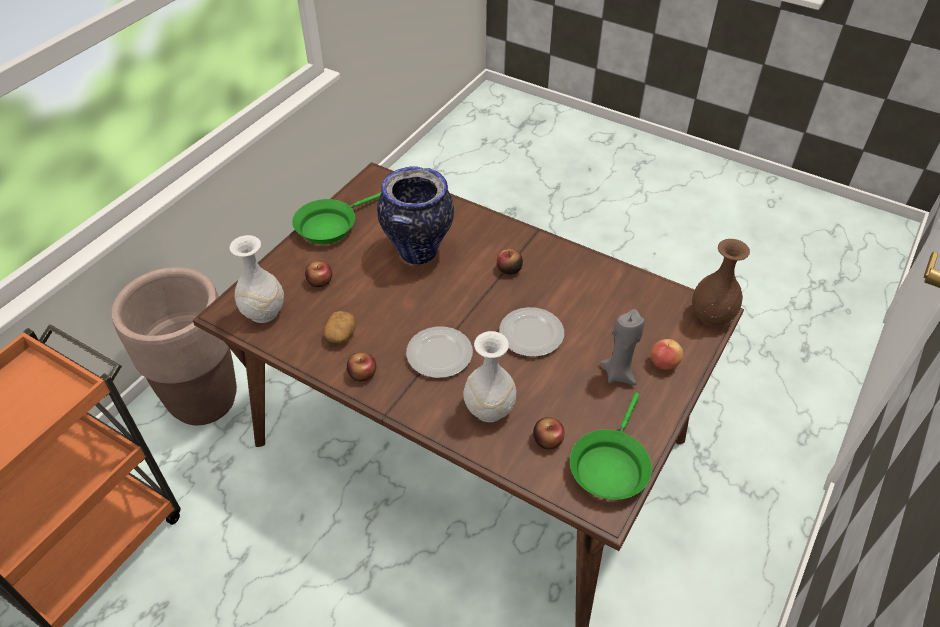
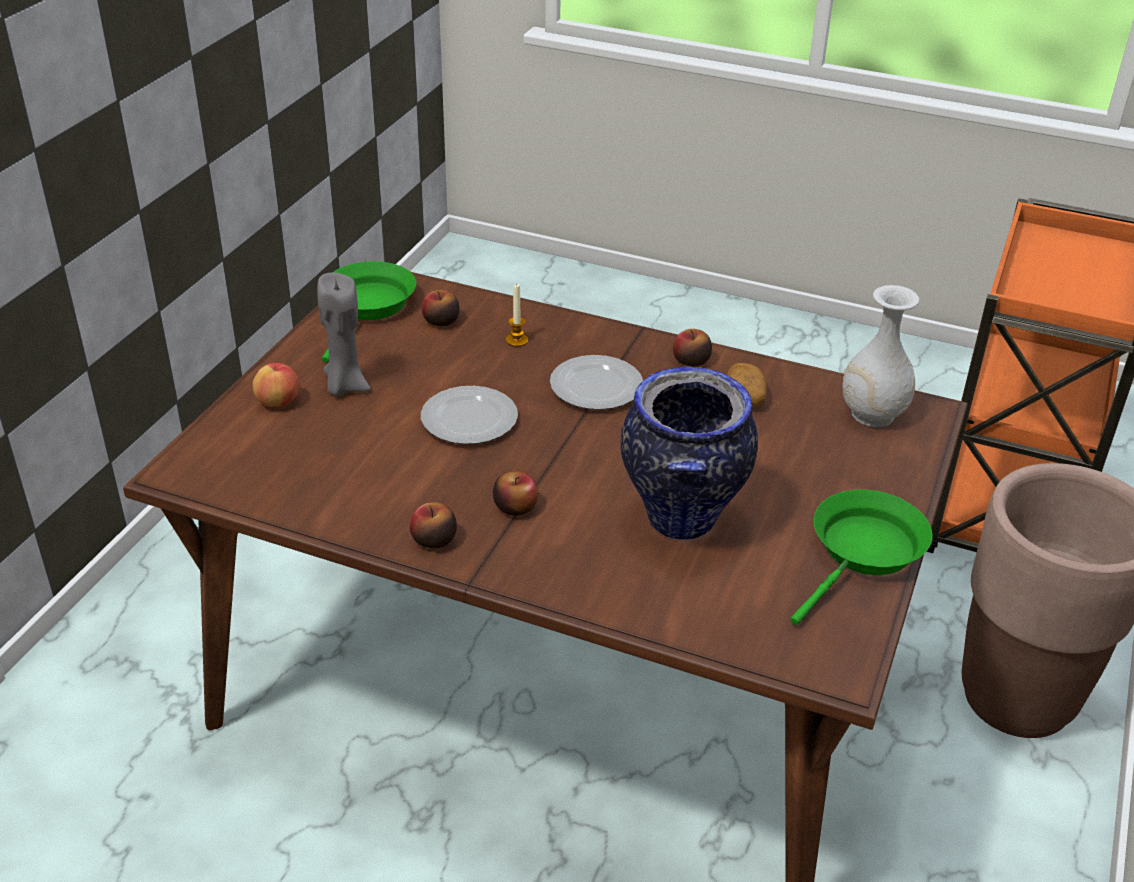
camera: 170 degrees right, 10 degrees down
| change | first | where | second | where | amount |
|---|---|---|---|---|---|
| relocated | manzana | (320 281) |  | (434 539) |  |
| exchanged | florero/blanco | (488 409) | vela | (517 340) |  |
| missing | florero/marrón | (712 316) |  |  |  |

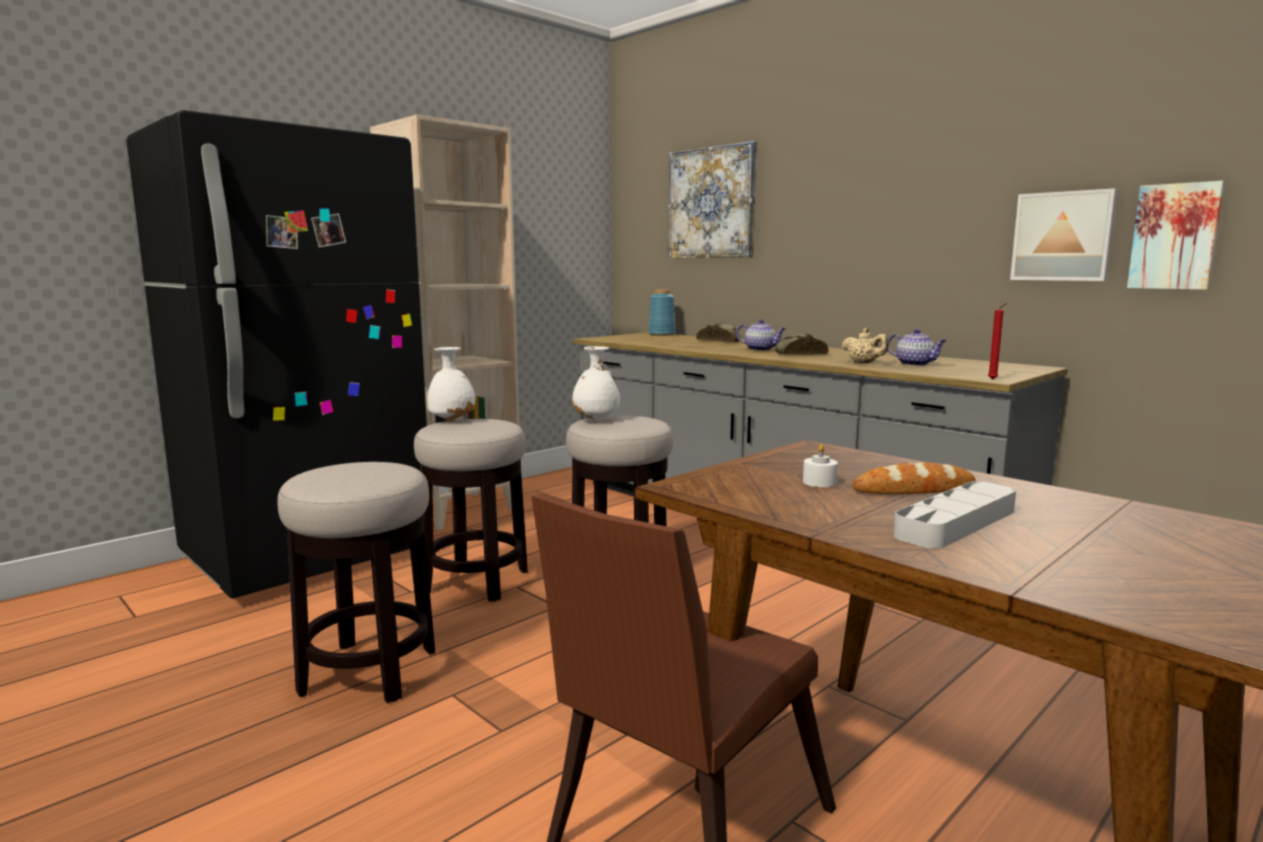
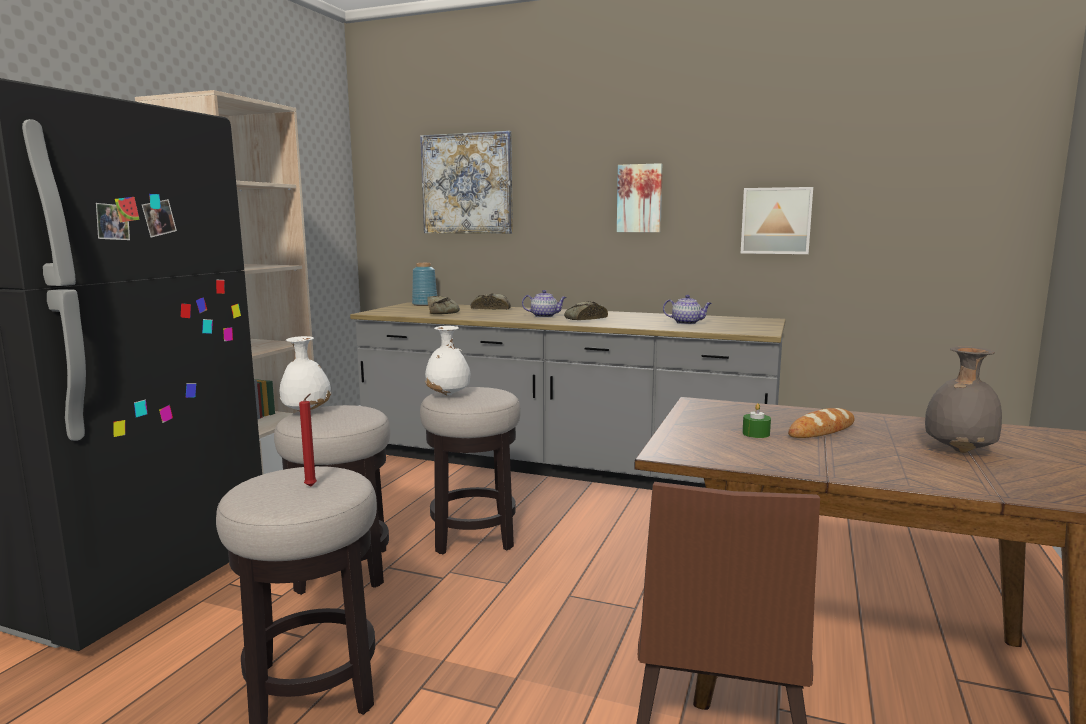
camera: 25 degrees left, 0 degrees up
| change | first | where | second | where | amount |
|---|---|---|---|---|---|
| colour | vela/blanco | (819 482) | vela/verde | (756 434) |  |
| missing | tetera/beis | (864 363) |  |  |  |
| missing | bandeja/gris | (956 523) |  |  |  |
| relocated | vela/rojo | (993 379) |  | (311 487) |  |
| relocated | cuadro | (1175 237) |  | (640 198) |  |
| appeared |  |  | pan | (441 312) |  |
| appeared |  |  | florero/gris | (957 450) |  |

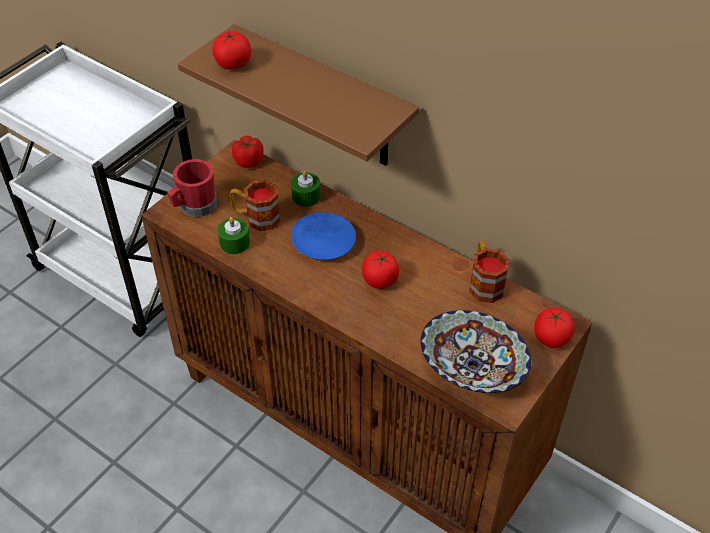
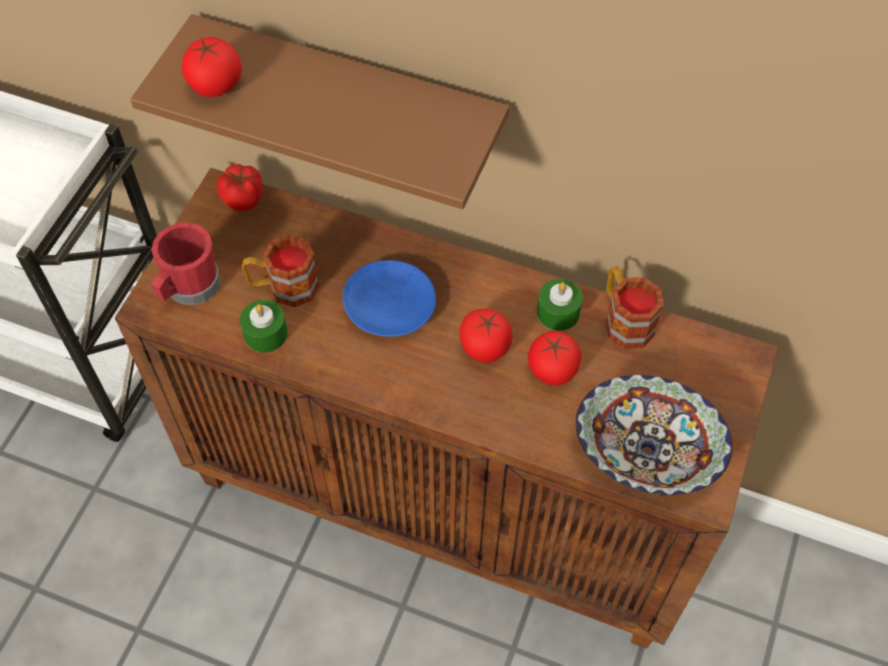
camera: 15 degrees left, 10 degrees up
| change | first | where | second | where | amount |
|---|---|---|---|---|---|
| relocated | vela/verde | (306 196) |  | (558 312) |  |
| relocated | tomate | (551 338) |  | (552 369) |  |

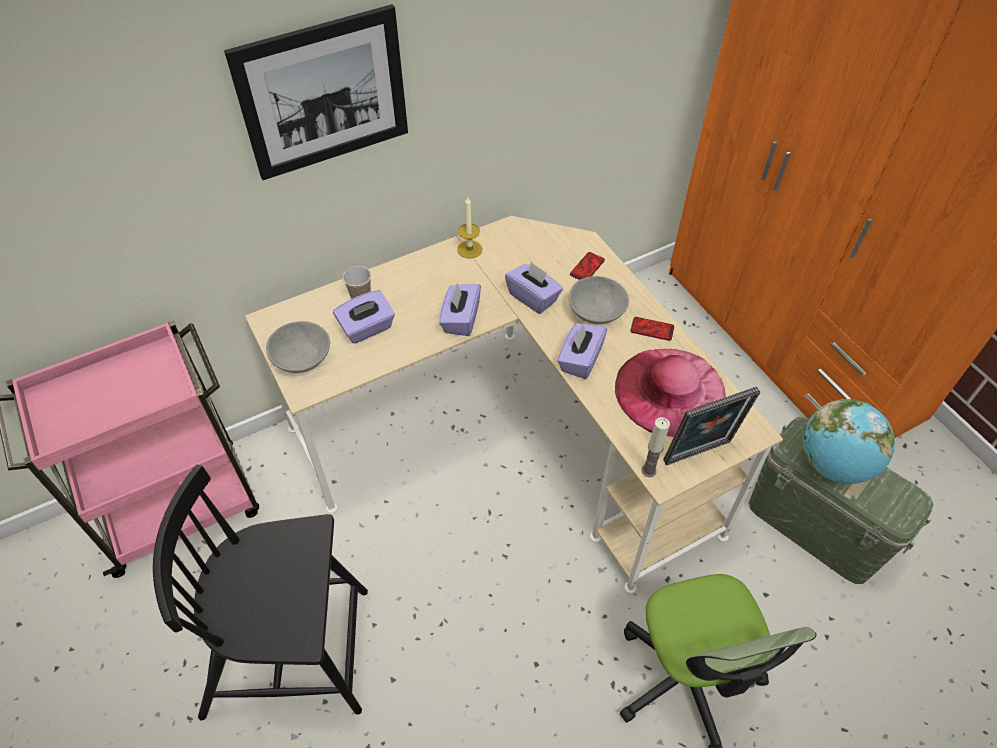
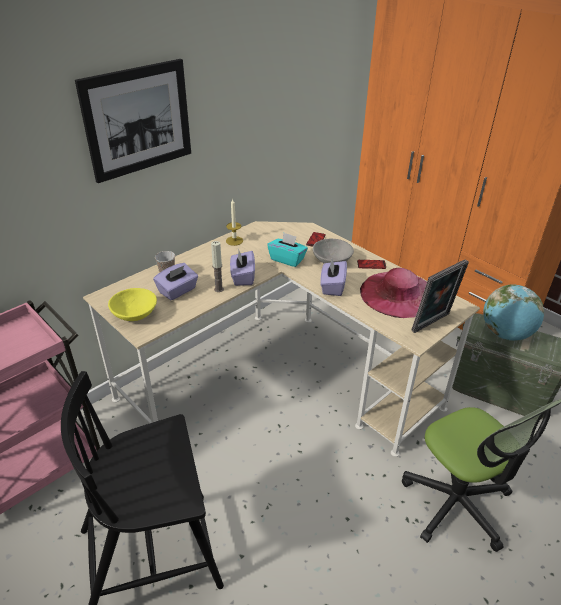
camera: 15 degrees left, 15 degrees down
| change | first | where | second | where | amount |
|---|---|---|---|---|---|
| colour | cuenco/gris | (302 358) | cuenco/amarillo | (135 314) |  |
| colour | caja de pañuelos/morado | (533 297) | caja de pañuelos/turquesa | (287 259) |  |
| relocated | vela | (648 470) |  | (219 289) |  |

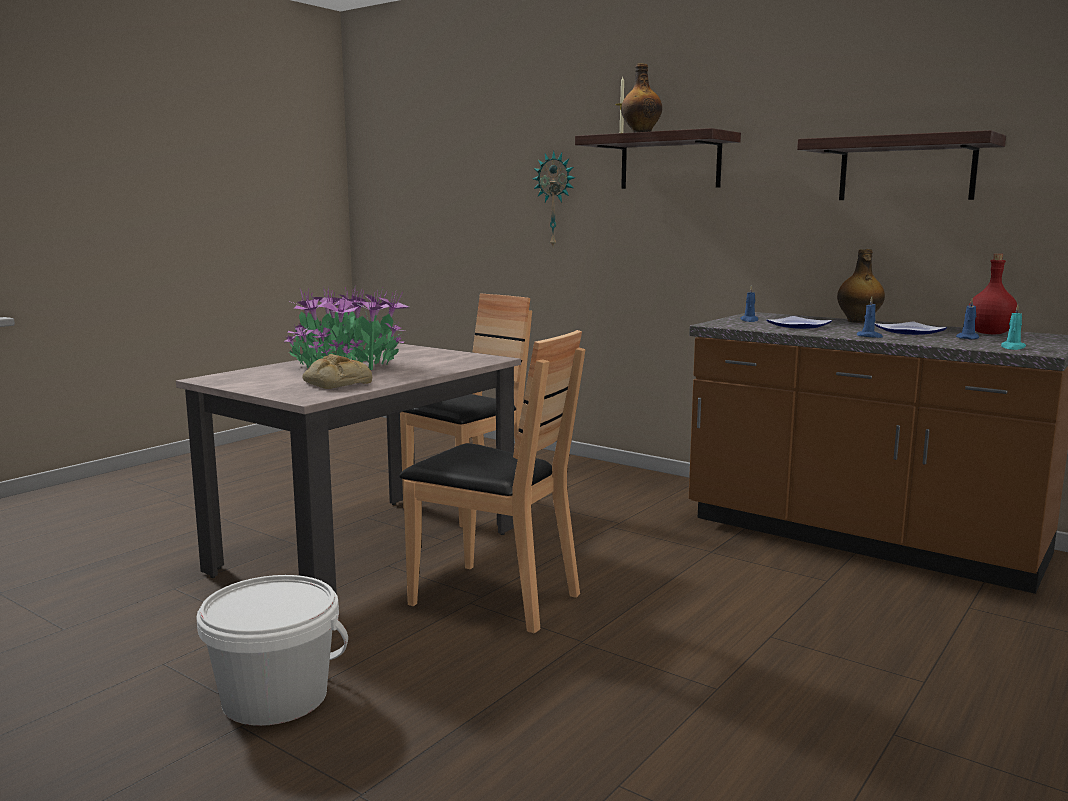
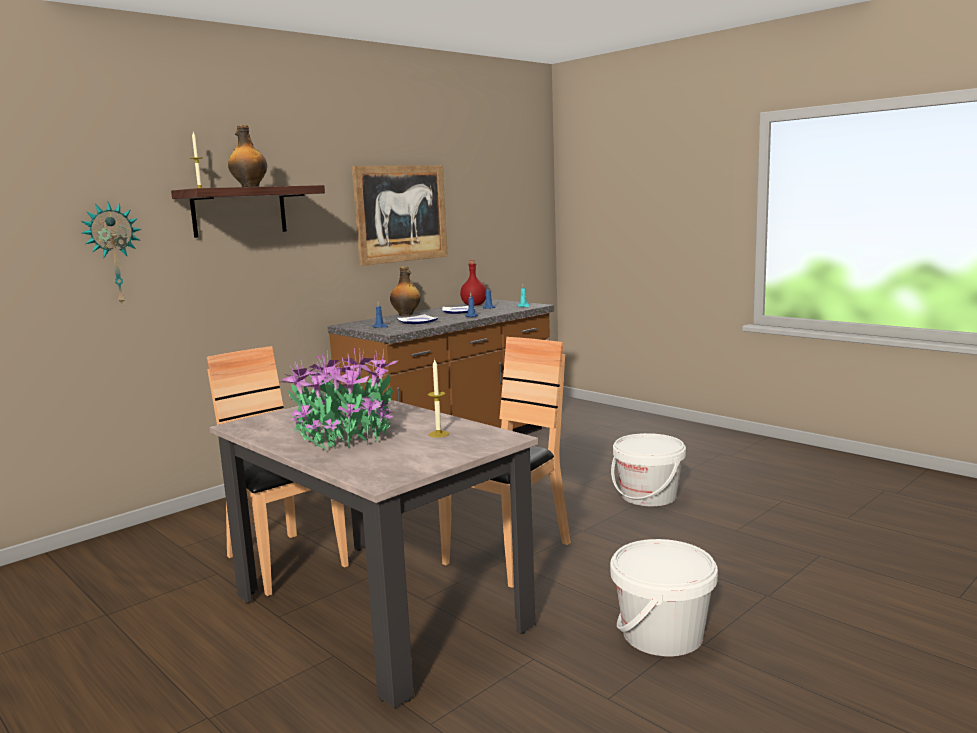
camera: 80 degrees left, 0 degrees up
| change | first | where | second | where | amount |
|---|---|---|---|---|---|
| exchanged | pan | (335 382) | vela | (438 434) |  |
| exchanged | estante | (906 169) | cuadro | (401 213) |  |
| appeared |  |  | cubo/blanco | (648 496) |  |

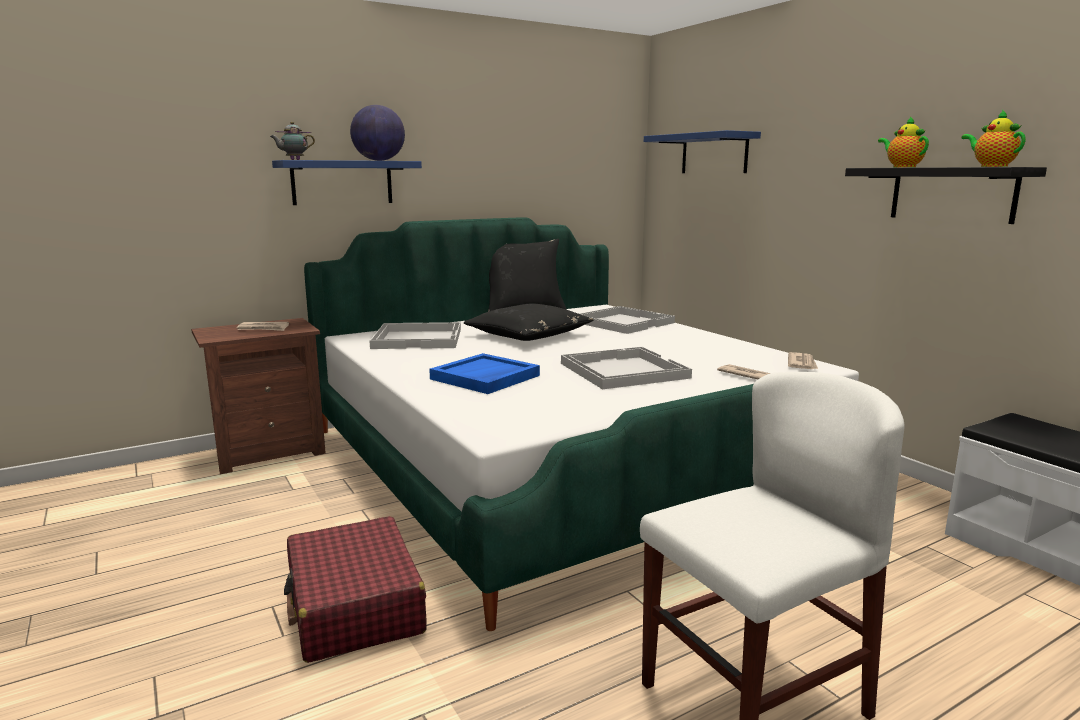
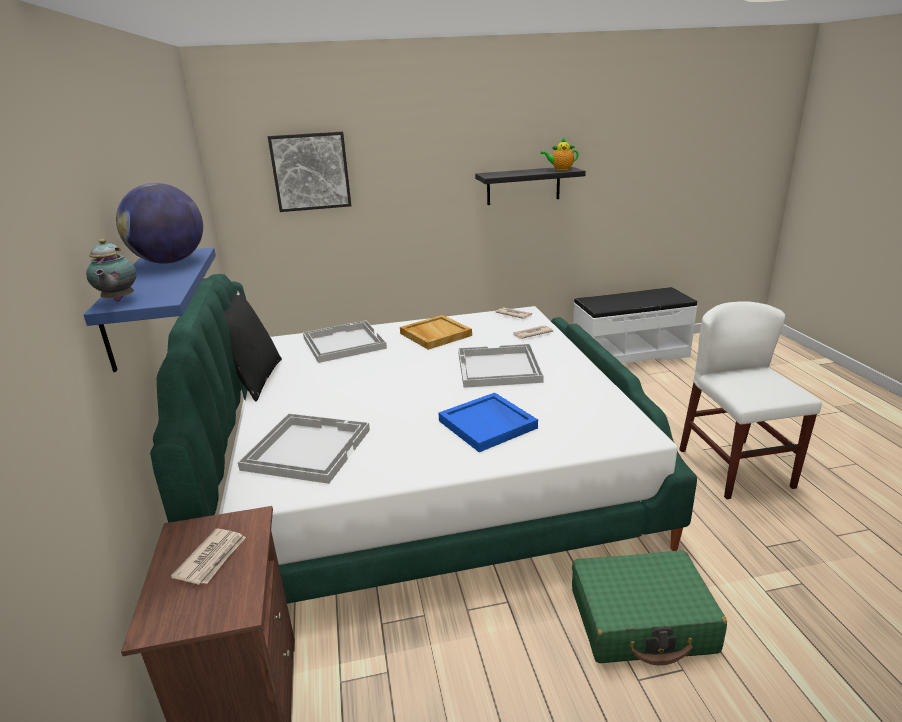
camera: 70 degrees left, 10 degrees up
| change | first | where | second | where | amount |
|---|---|---|---|---|---|
| colour | maleta/rojo | (354 606) | maleta/verde | (642 620) |  |
| missing | cojín/negro | (528 335) |  |  |  |
| exchanged | estante/azul | (714 154) | cuadro | (311 171) |  |
| missing | tetera | (902 167) |  |  |  |
| appeared |  |  | bandeja/beis | (435 334) |  |

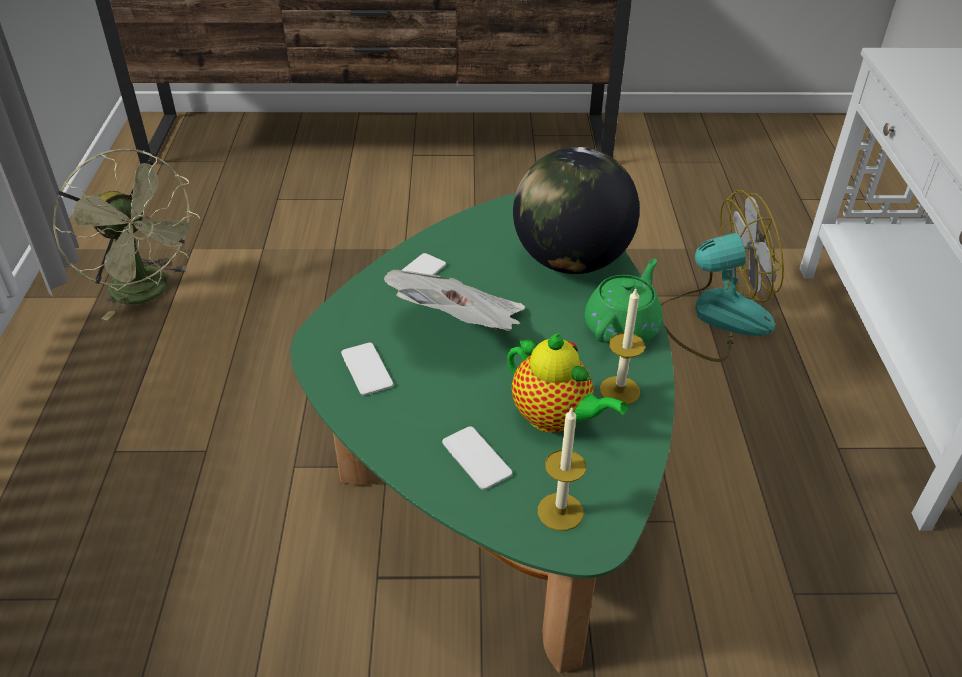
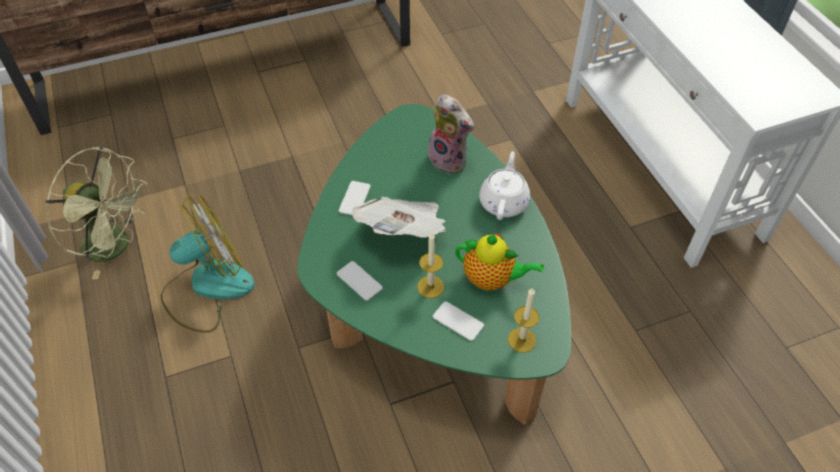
camera: 20 degrees left, 10 degrees up
| change | first | where | second | where | amount |
|---|---|---|---|---|---|
| exchanged | globo terráqueo | (571 261) | peluche | (450 160) |  |
| colour | tetera/verde | (622 327) | tetera/blanco | (504 202) |  |
| relocated | vela | (619 390) |  | (430 286) |  |
| relocated | ventilador | (714 317) |  | (207 287) |  |

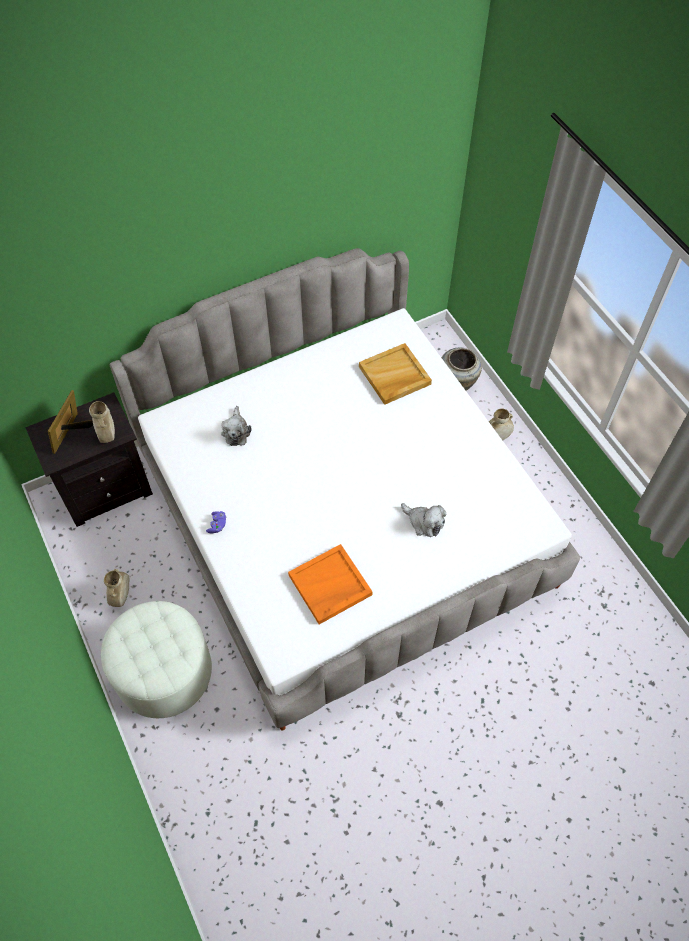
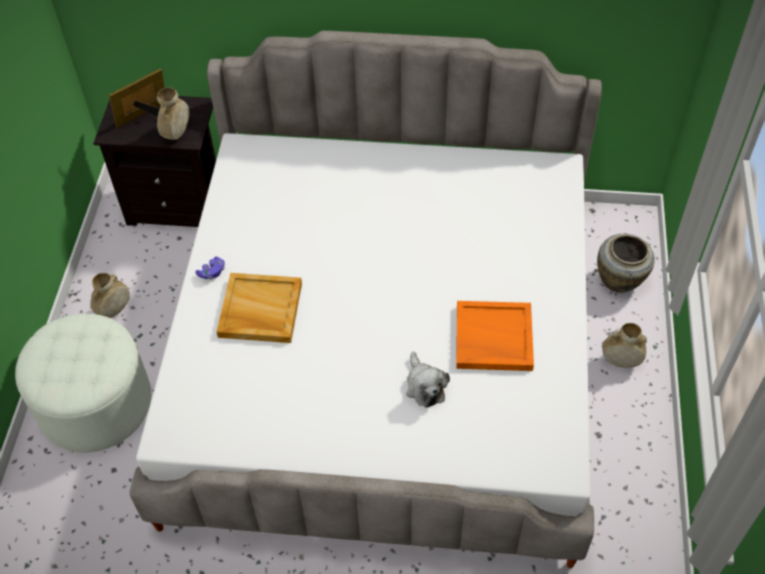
camera: 35 degrees right, 5 degrees down
| change | first | where | second | where | amount |
|---|---|---|---|---|---|
| missing | peluche | (236 431) |  |  |  |
| relocated | bandeja/naranja | (329 586) |  | (493 338) |  |
| relocated | bandeja/beis | (394 376) |  | (259 310) |  |

